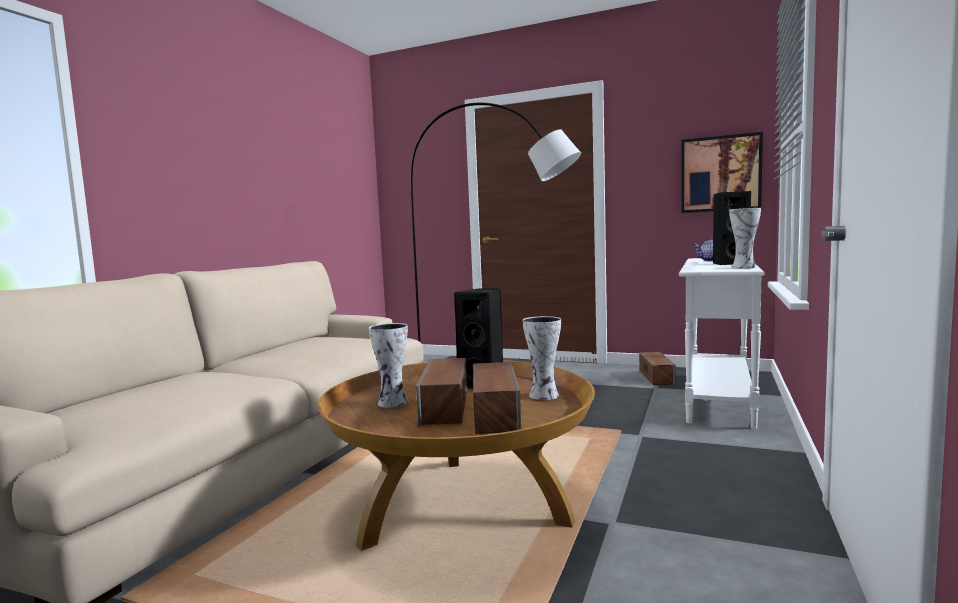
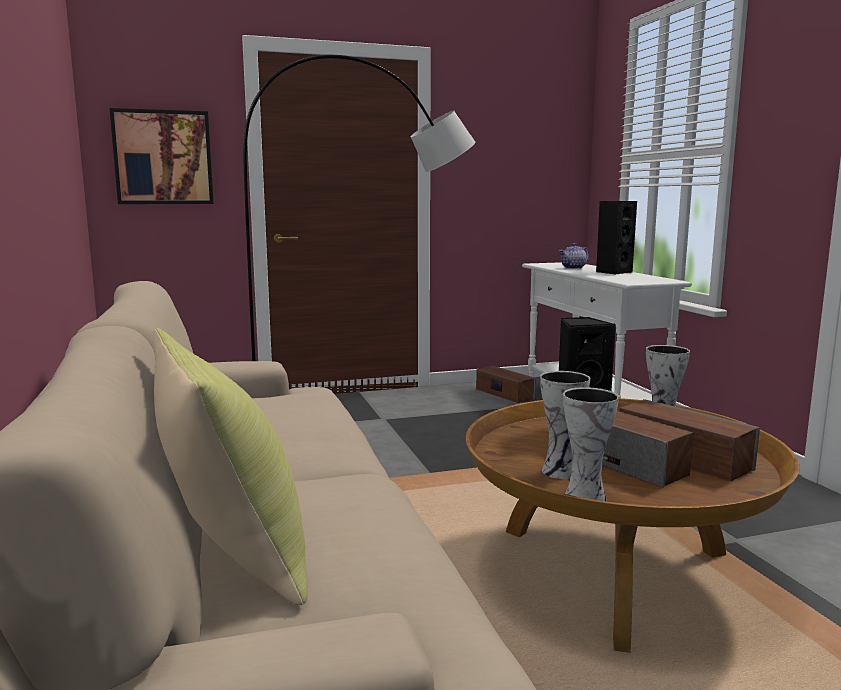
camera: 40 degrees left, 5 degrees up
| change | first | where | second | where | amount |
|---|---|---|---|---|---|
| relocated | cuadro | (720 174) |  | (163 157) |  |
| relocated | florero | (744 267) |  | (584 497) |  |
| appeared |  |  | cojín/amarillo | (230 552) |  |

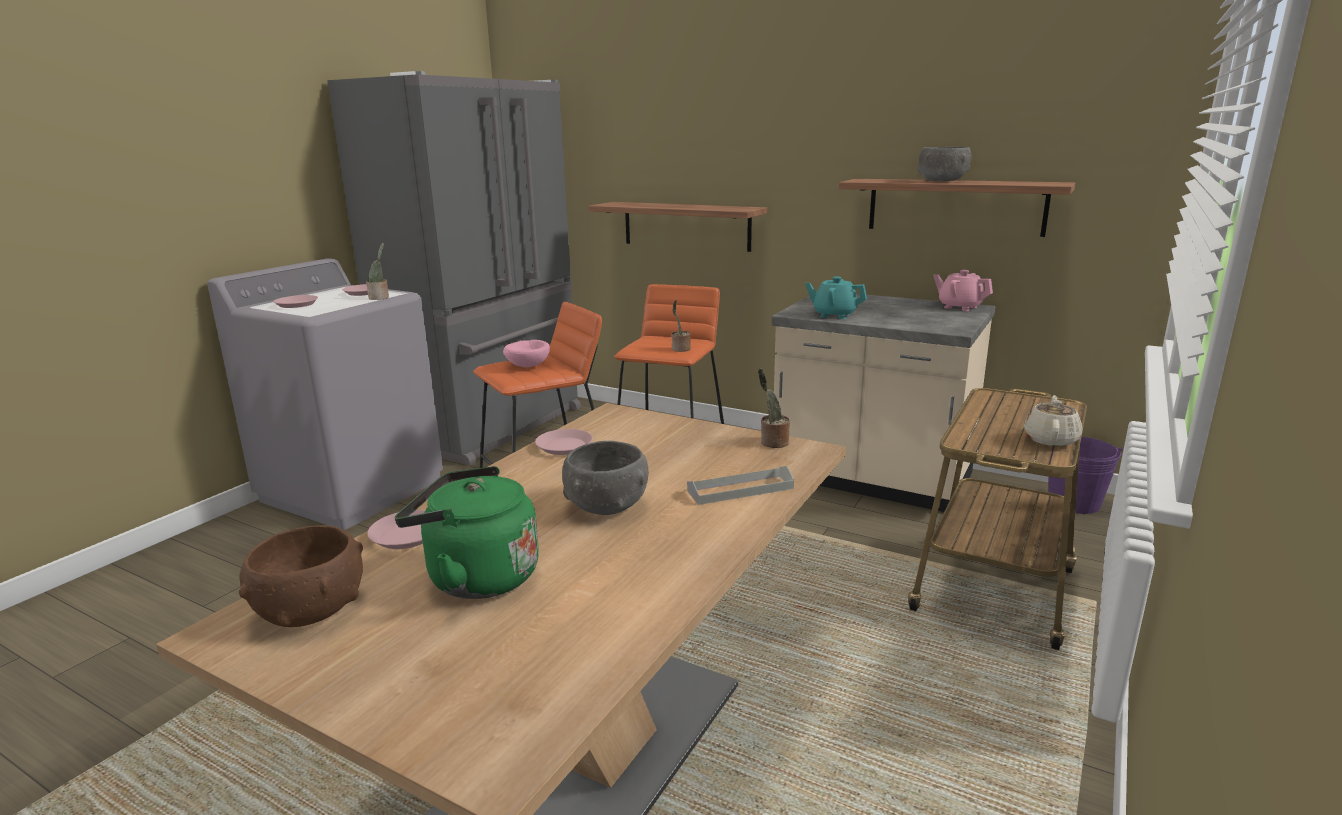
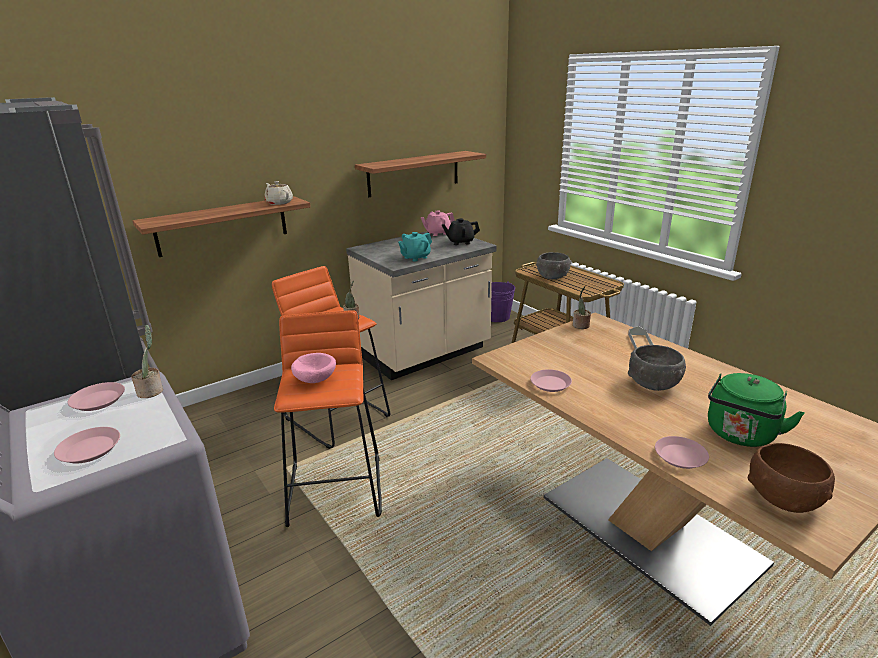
camera: 65 degrees left, 5 degrees up
| change | first | where | second | where | amount |
|---|---|---|---|---|---|
| relocated | cuenco/gris | (942 181) |  | (552 277) |  |
| relocated | tetera/beis | (1051 439) |  | (279 203) |  |
| appeared |  |  | tetera/negro | (460 242) |  |

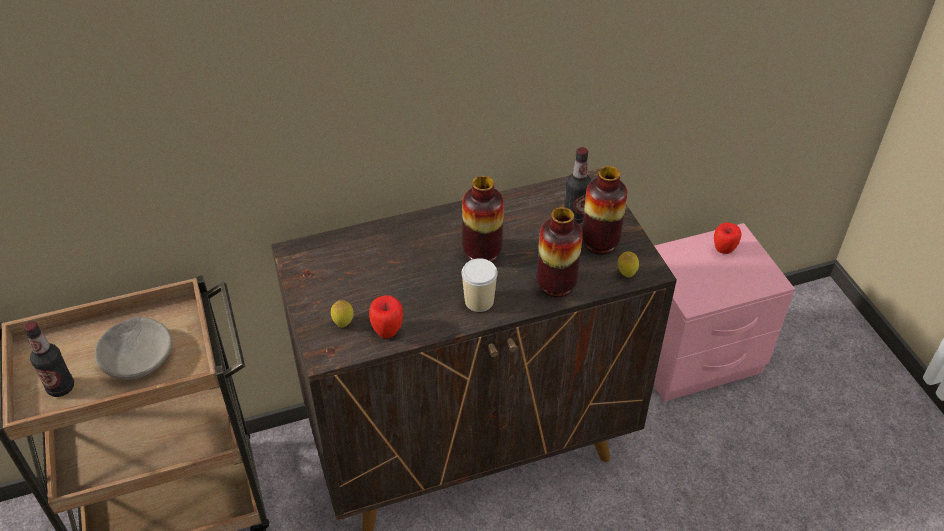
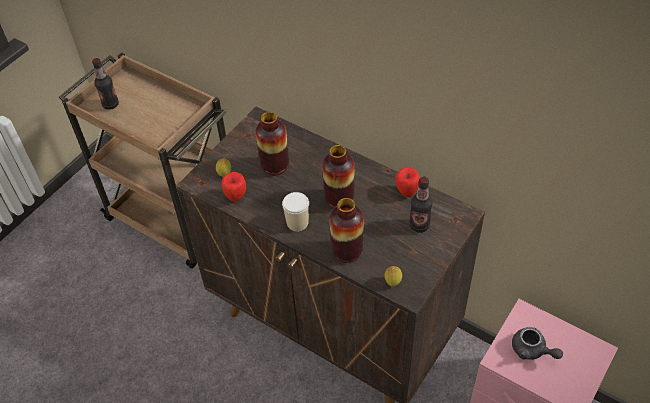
camera: 55 degrees right, 5 degrees up
| change | first | where | second | where | amount |
|---|---|---|---|---|---|
| missing | cuenco/gris | (137 356) |  |  |  |
| relocated | florero | (600 243) |  | (275 166) |  |
| relocated | manzana | (723 250) |  | (406 192) |  |
| appeared |  |  | tetera/gris | (532 350) |  |

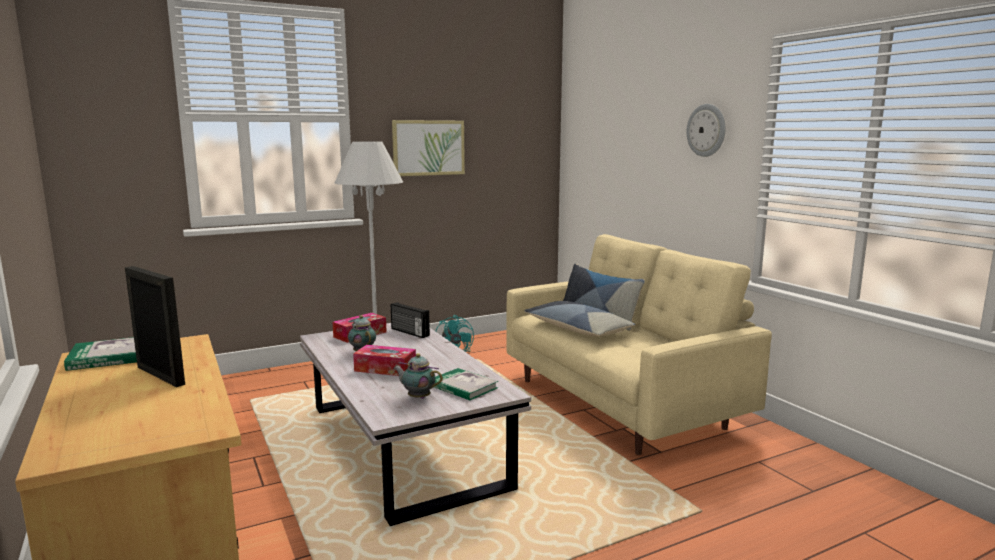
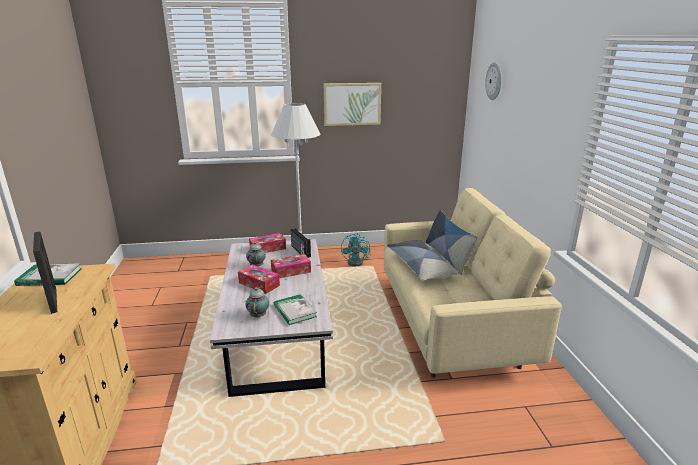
camera: 20 degrees right, 10 degrees up
| change | first | where | second | where | amount |
|---|---|---|---|---|---|
| spun | tetera | (417 397) |  | (258 315) | 45 degrees clockwise |
| relocated | reloj de pared | (706 130) |  | (494 81) |  |
| appeared |  |  | caja de pañuelos | (291 271) |  |

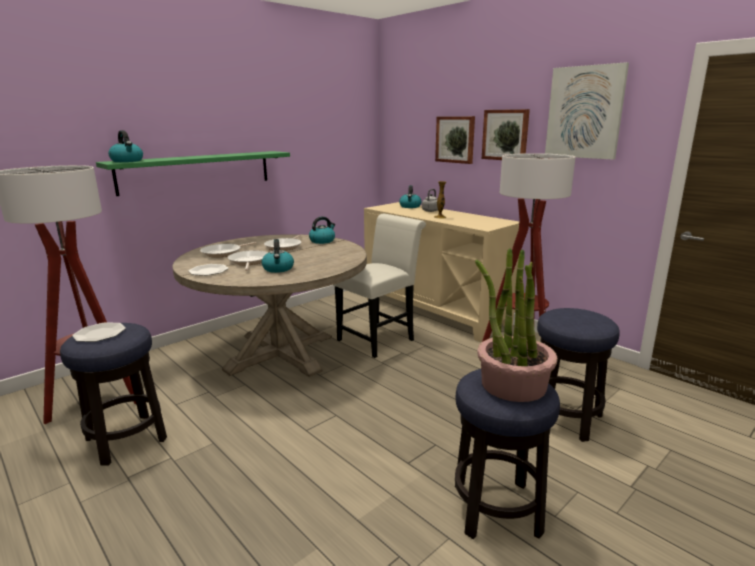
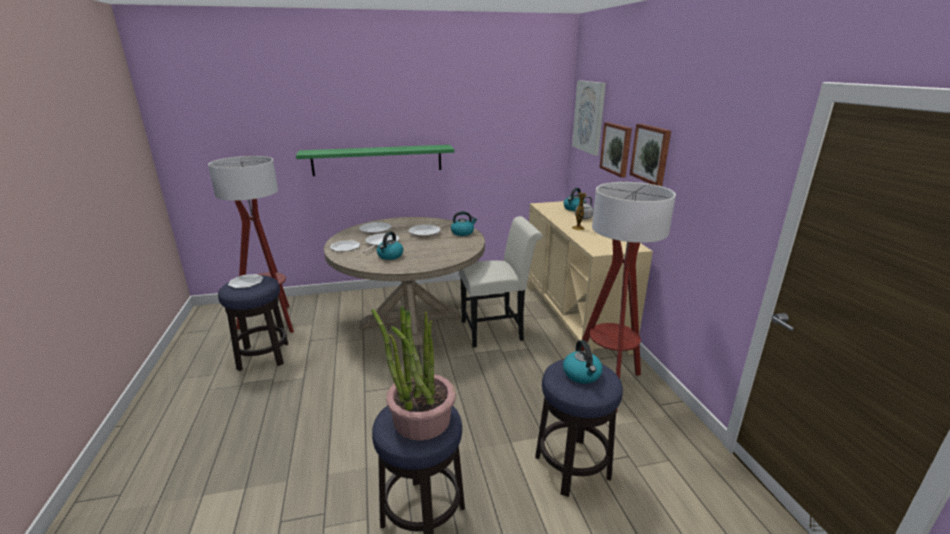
camera: 30 degrees right, 5 degrees up
| change | first | where | second | where | amount |
|---|---|---|---|---|---|
| relocated | hervidor | (127 161) |  | (582 375) |  |
| relocated | cuadro | (584 112) |  | (589 117) |  |

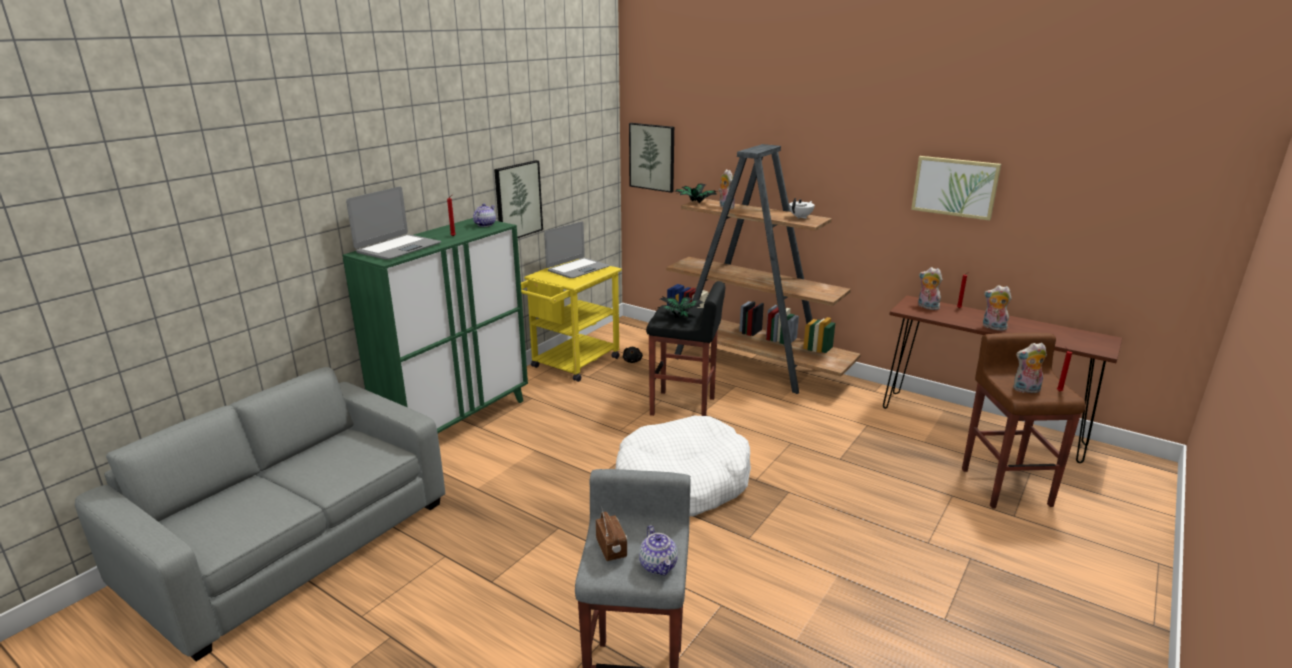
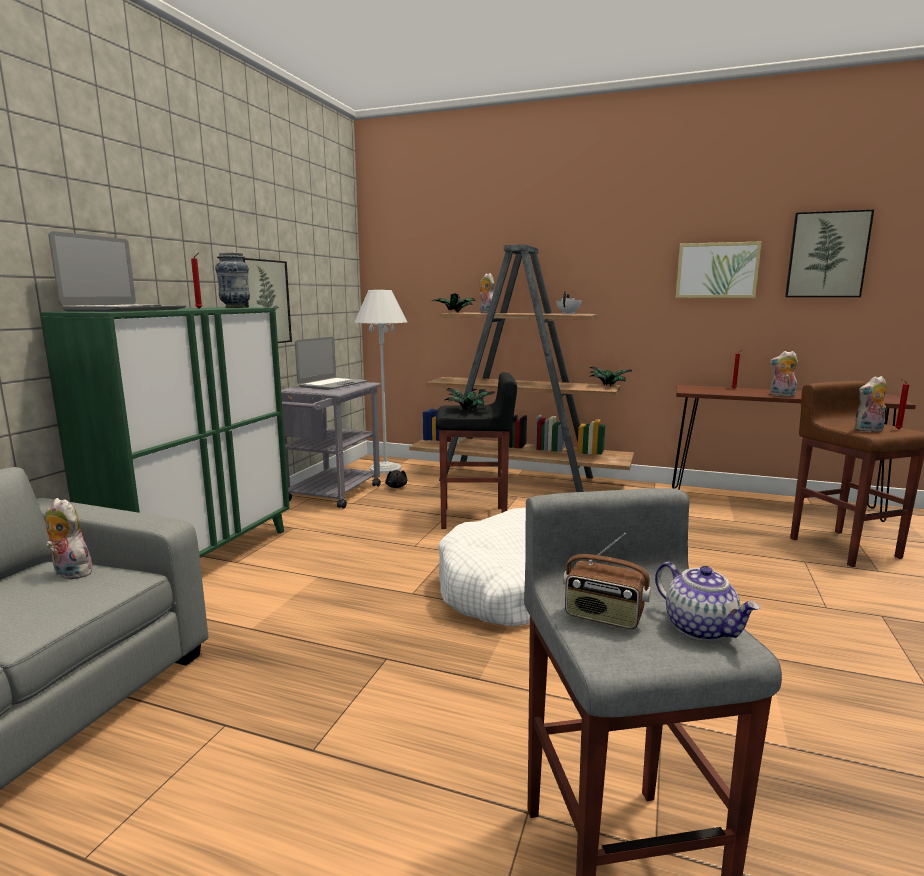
camera: 15 degrees left, 10 degrees down
| change | first | where | second | where | amount |
|---|---|---|---|---|---|
| exchanged | tetera | (485 224) | florero | (235 307) |  |
| colour | carrito/amarillo | (571 365) | carrito/gris | (329 495) |  |
| spun | radio | (612 549) |  | (603 616) | 150 degrees clockwise |
| relocated | cuadro | (652 157) |  | (827 255) |  |
| relocated | peluche | (927 307) |  | (70 573) |  |
| appeared |  |  | lámpara de pie/blanco | (385 468) |  |
| appeared |  |  | planta en maceta | (609 386) |  |

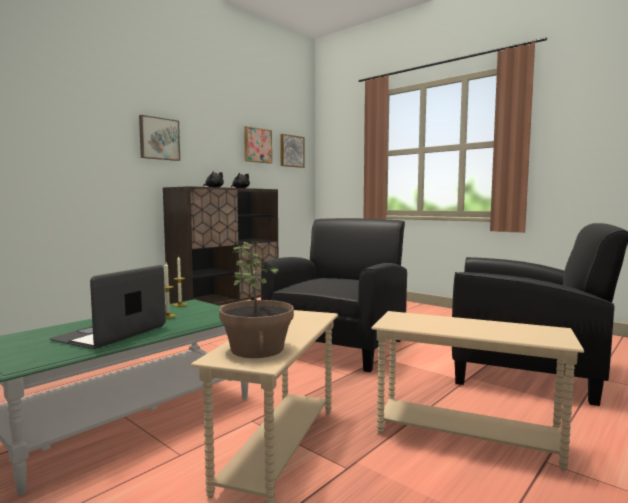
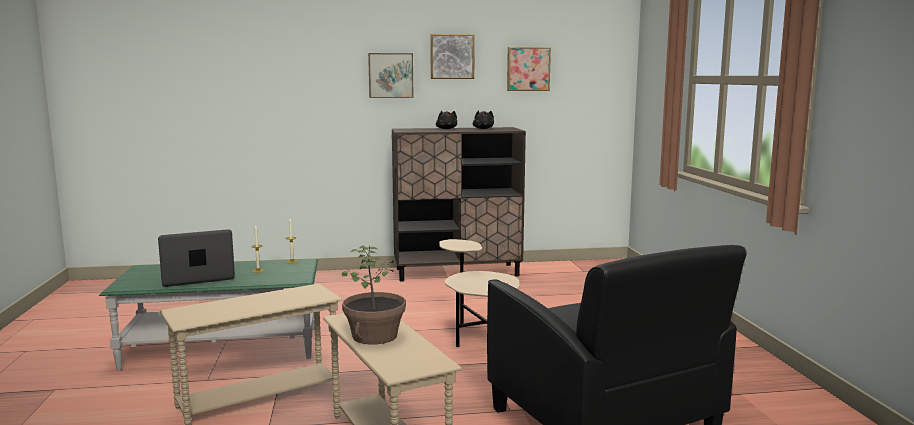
camera: 40 degrees right, 5 degrees up
| change | first | where | second | where | amount |
|---|---|---|---|---|---|
| relocated | planta en maceta | (258 349) |  | (375 336) |  |
| exchanged | sillón/negro | (338 346) | mesa auxiliar/beis | (476 338) |  |
| relocated | cuadro | (291 151) |  | (452 56) |  |

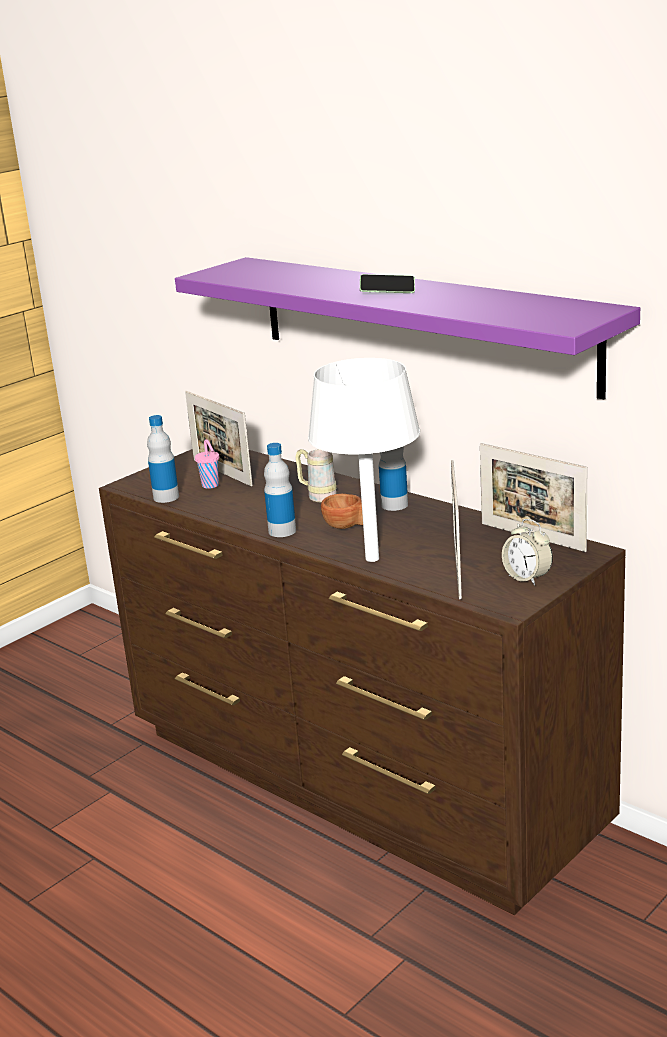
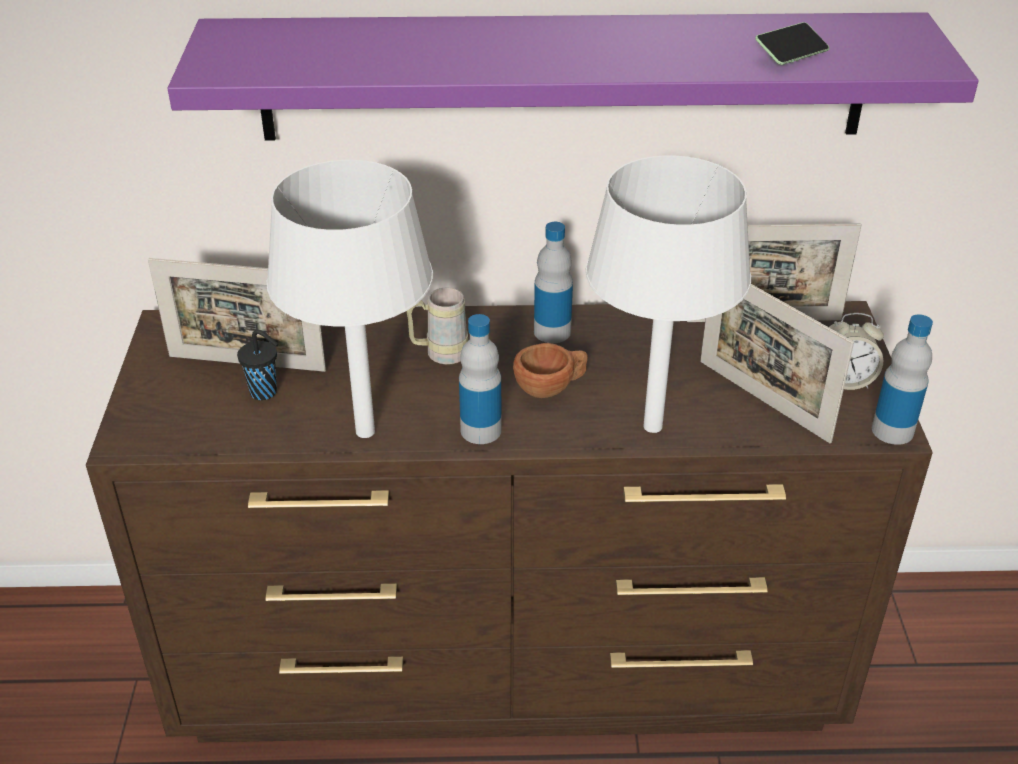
camera: 45 degrees left, 15 degrees up
| change | first | where | second | where | amount |
|---|---|---|---|---|---|
| relocated | botella | (166 497) |  | (892 430) |  |
| colour | taza/rosa | (211 486) | taza/negro | (265 392) |  |
| relocated | móvil | (387 292) |  | (791 55) |  |
| appeared |  |  | lámpara de mesa/blanco | (364 432) |  |

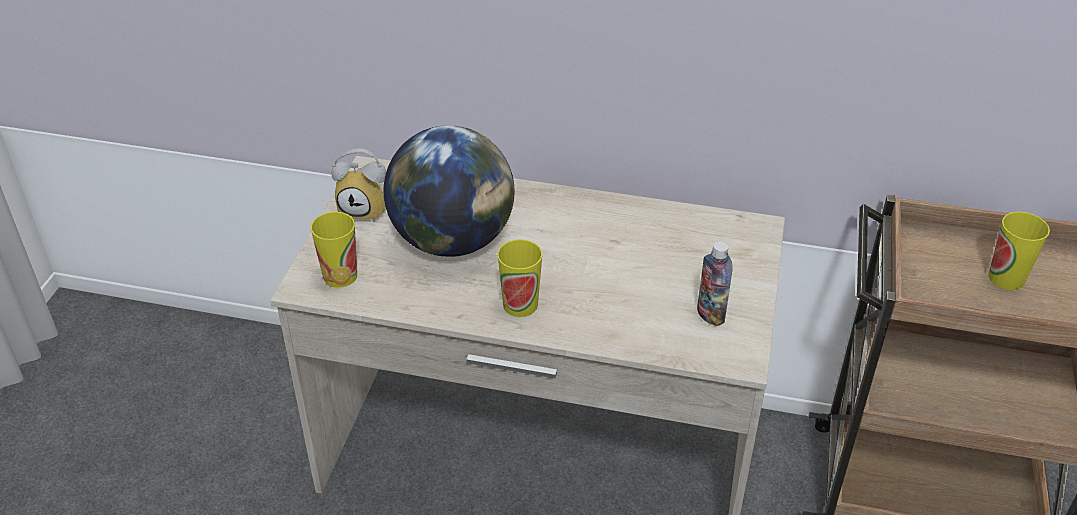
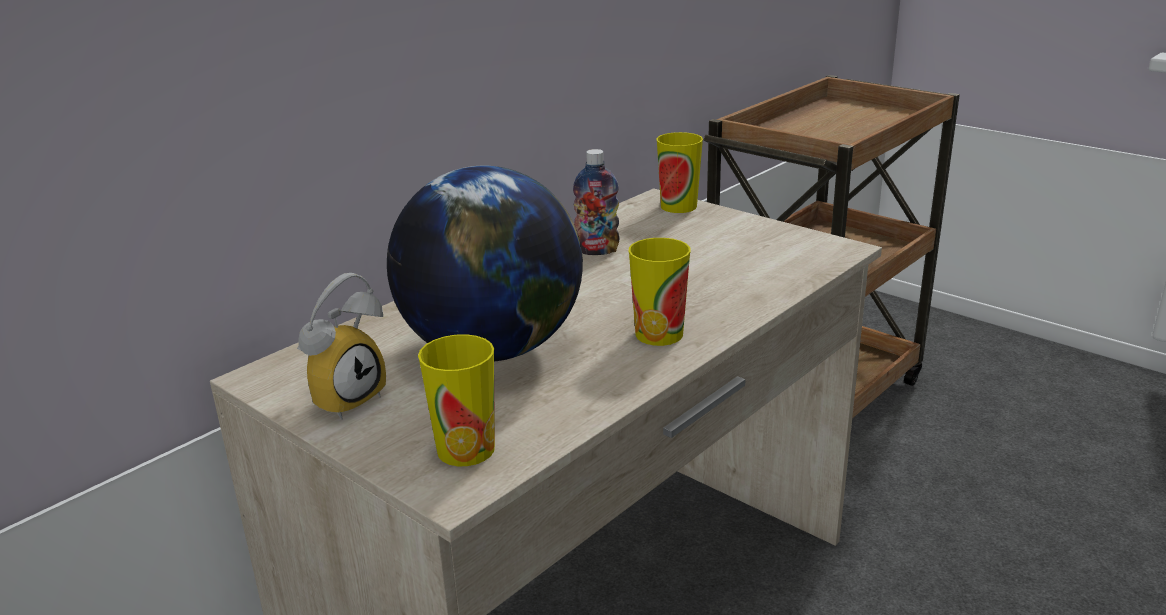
camera: 60 degrees left, 15 degrees down
| change | first | where | second | where | amount |
|---|---|---|---|---|---|
| relocated | botella | (710 315) |  | (597 250) |  |
| relocated | taza | (1006 278) |  | (678 206) |  |

